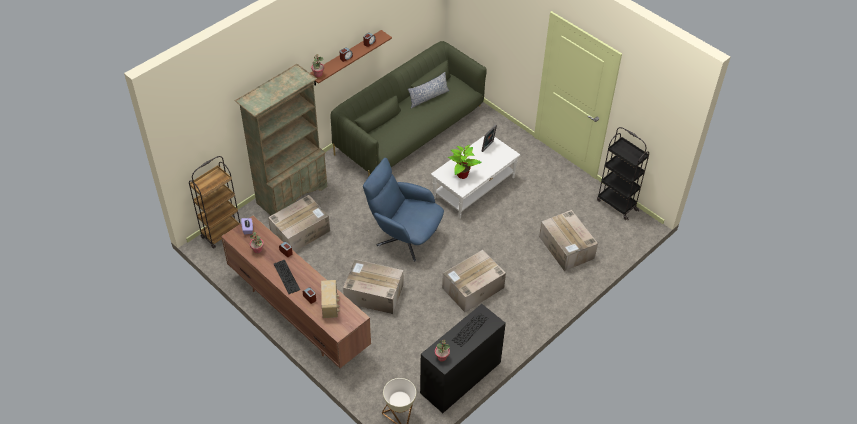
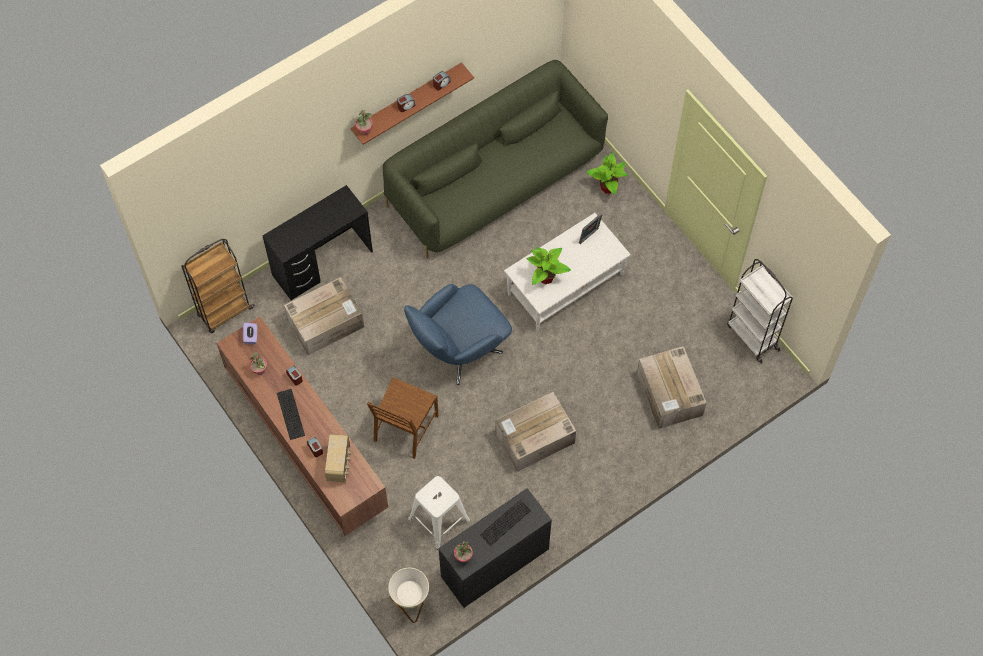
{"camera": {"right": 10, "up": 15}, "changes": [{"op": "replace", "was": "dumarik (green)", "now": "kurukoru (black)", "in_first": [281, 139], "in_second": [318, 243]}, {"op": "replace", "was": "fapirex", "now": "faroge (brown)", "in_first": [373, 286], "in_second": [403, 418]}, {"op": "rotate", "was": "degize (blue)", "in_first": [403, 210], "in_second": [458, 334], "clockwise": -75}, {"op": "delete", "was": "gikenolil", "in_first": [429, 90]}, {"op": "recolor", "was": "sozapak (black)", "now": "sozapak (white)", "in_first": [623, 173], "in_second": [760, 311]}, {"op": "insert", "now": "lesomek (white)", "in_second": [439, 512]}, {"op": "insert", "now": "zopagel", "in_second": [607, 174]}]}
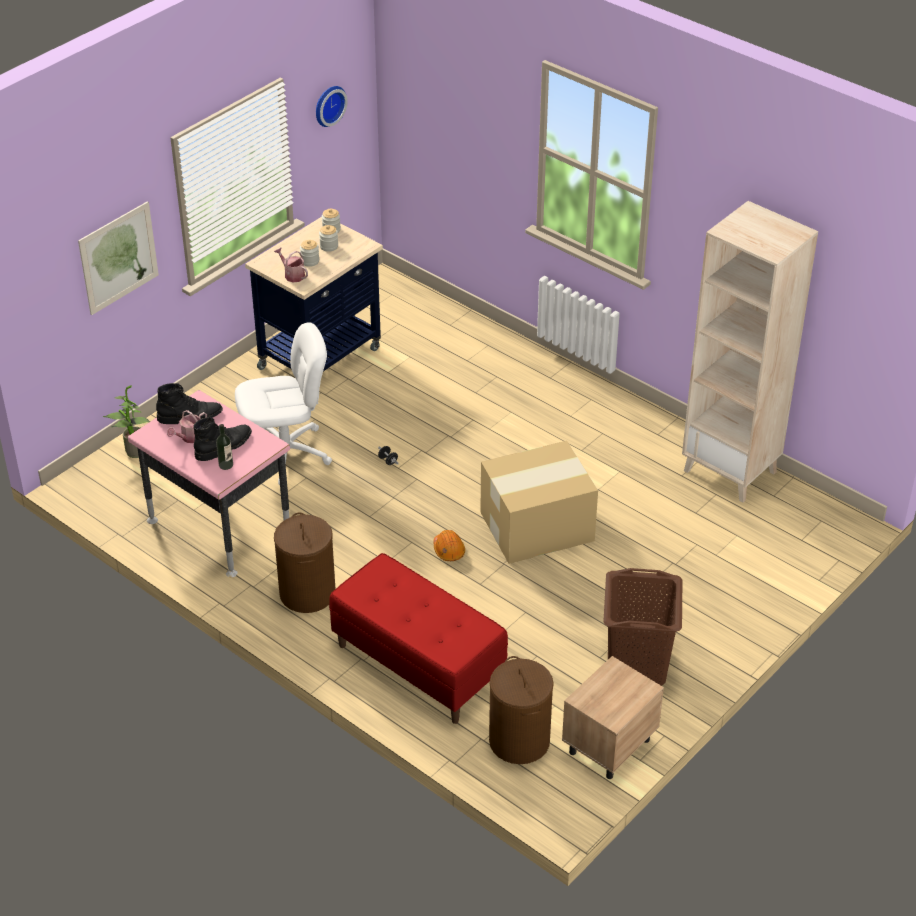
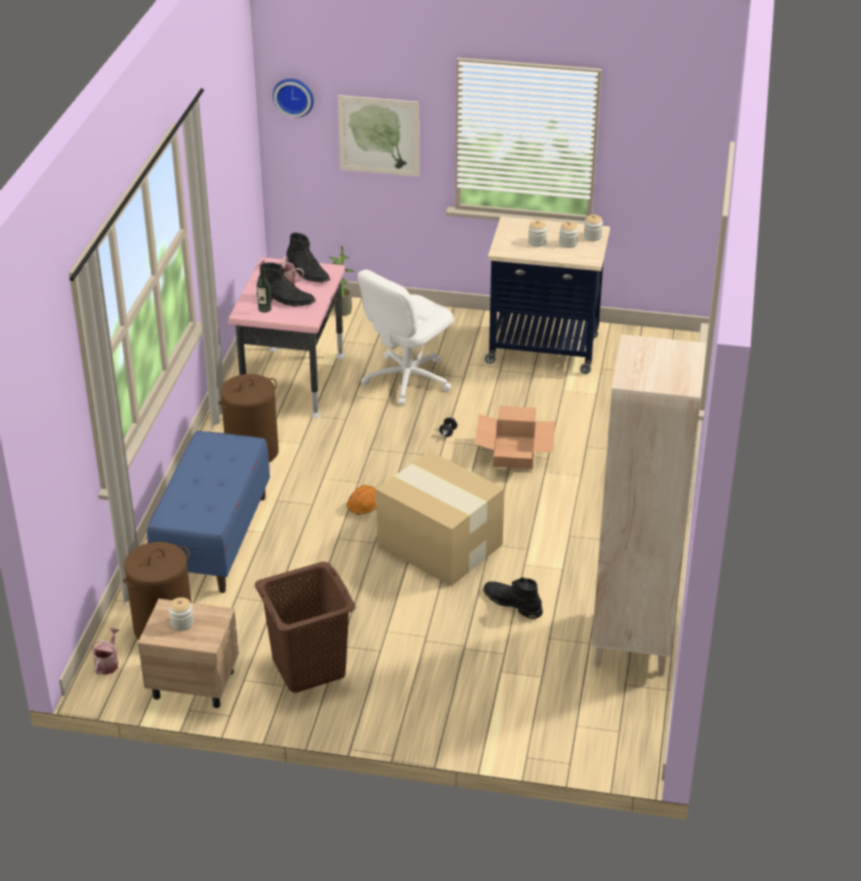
{"camera": {"right": 60, "up": -5}, "changes": [{"op": "rotate", "was": "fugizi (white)", "in_first": [283, 403], "in_second": [406, 337], "clockwise": 90}, {"op": "move", "was": "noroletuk", "in_first": [291, 264], "in_second": [105, 651]}, {"op": "move", "was": "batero", "in_first": [332, 106], "in_second": [293, 98]}, {"op": "recolor", "was": "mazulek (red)", "now": "mazulek (blue)", "in_first": [418, 638], "in_second": [208, 512]}, {"op": "insert", "now": "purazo", "in_second": [181, 614]}, {"op": "insert", "now": "fapirex", "in_second": [515, 437]}, {"op": "insert", "now": "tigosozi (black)", "in_second": [513, 598]}]}
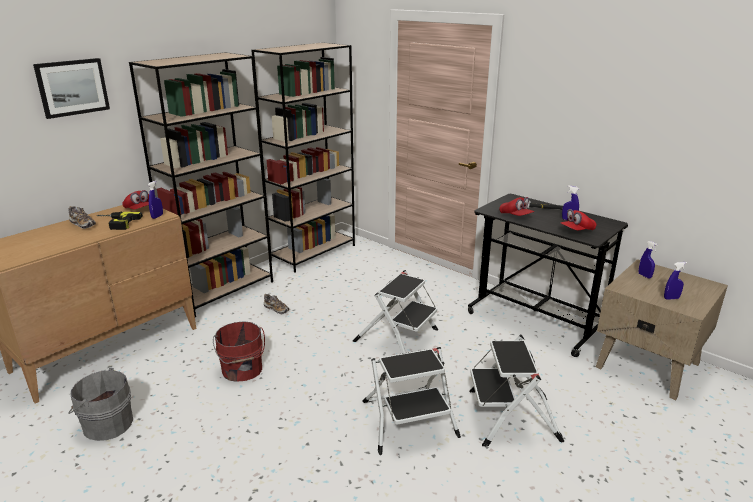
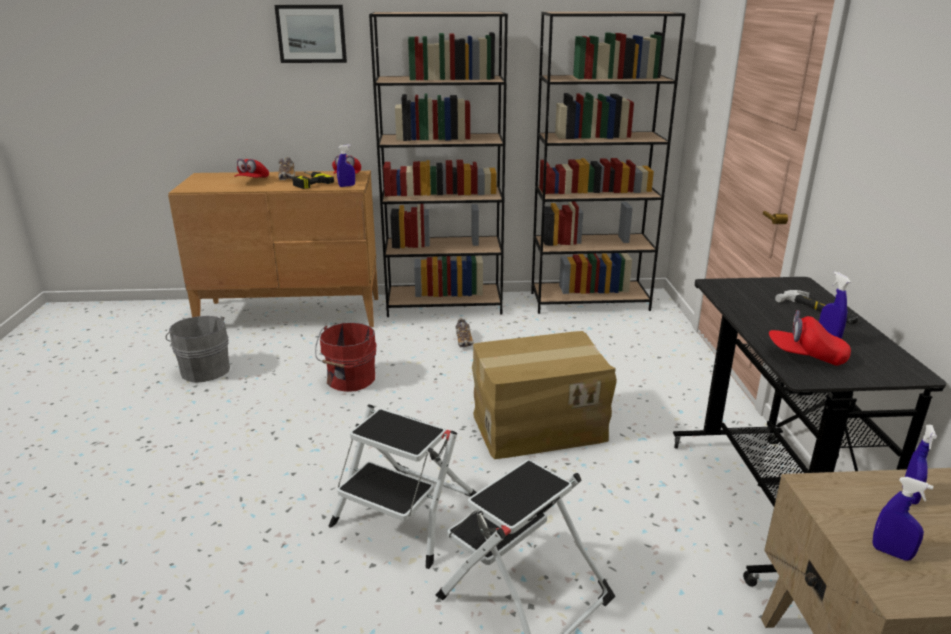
{"camera": {"right": 45, "up": 0}, "changes": [{"op": "replace", "was": "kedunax", "now": "fapirex", "in_first": [395, 312], "in_second": [544, 395]}, {"op": "move", "was": "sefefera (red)", "in_first": [516, 206], "in_second": [251, 168]}]}
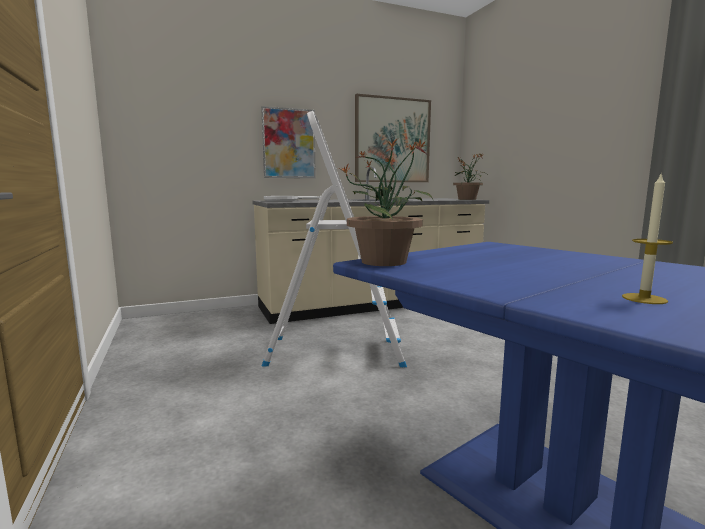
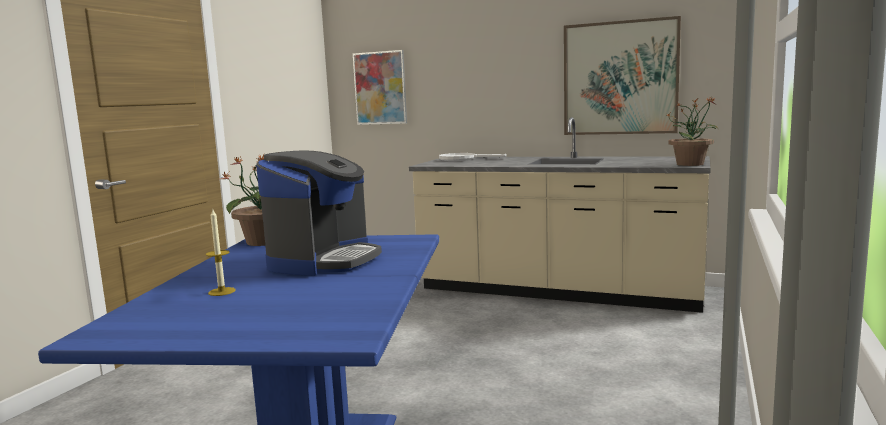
{"camera": {"right": 45, "up": 0}, "changes": [{"op": "move", "was": "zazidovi", "in_first": [288, 142], "in_second": [380, 87]}, {"op": "delete", "was": "kedunax (white)", "in_first": [334, 239]}, {"op": "insert", "now": "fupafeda", "in_second": [319, 213]}]}
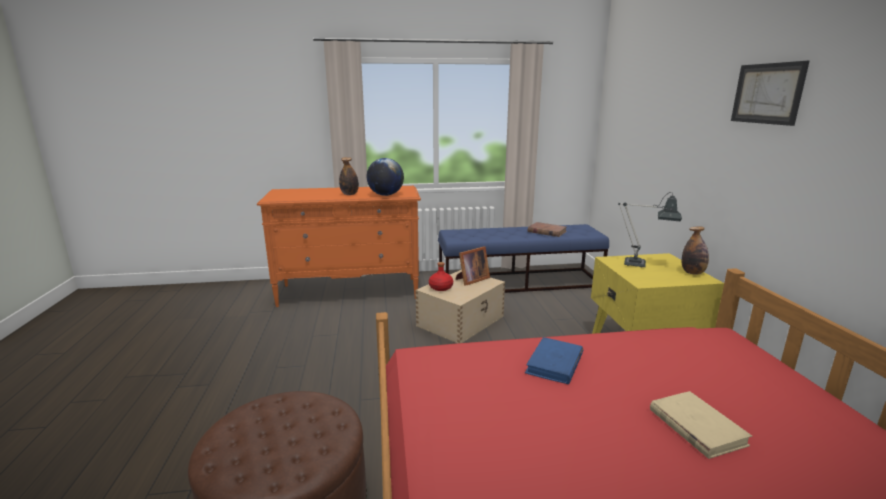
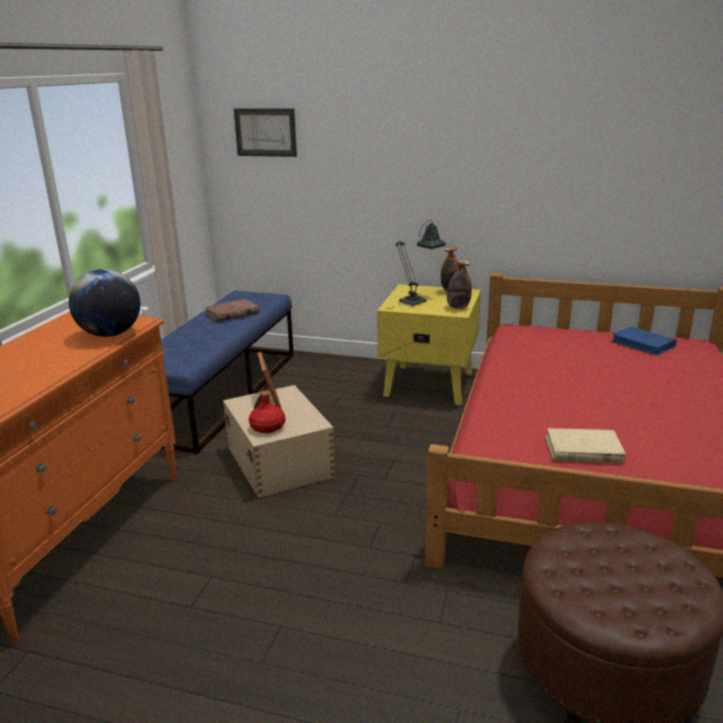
{"camera": {"right": -65, "up": 5}, "changes": [{"op": "move", "was": "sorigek", "in_first": [349, 176], "in_second": [459, 284]}, {"op": "move", "was": "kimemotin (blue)", "in_first": [554, 360], "in_second": [644, 341]}, {"op": "move", "was": "kimemotin (beige)", "in_first": [701, 425], "in_second": [585, 445]}, {"op": "move", "was": "zazidovi", "in_first": [770, 93], "in_second": [265, 132]}]}
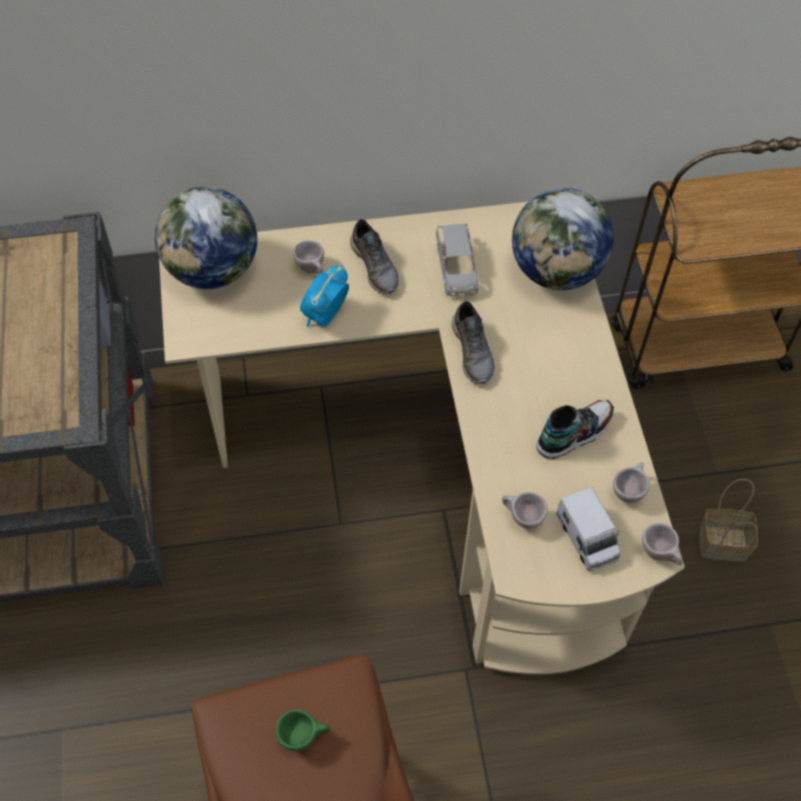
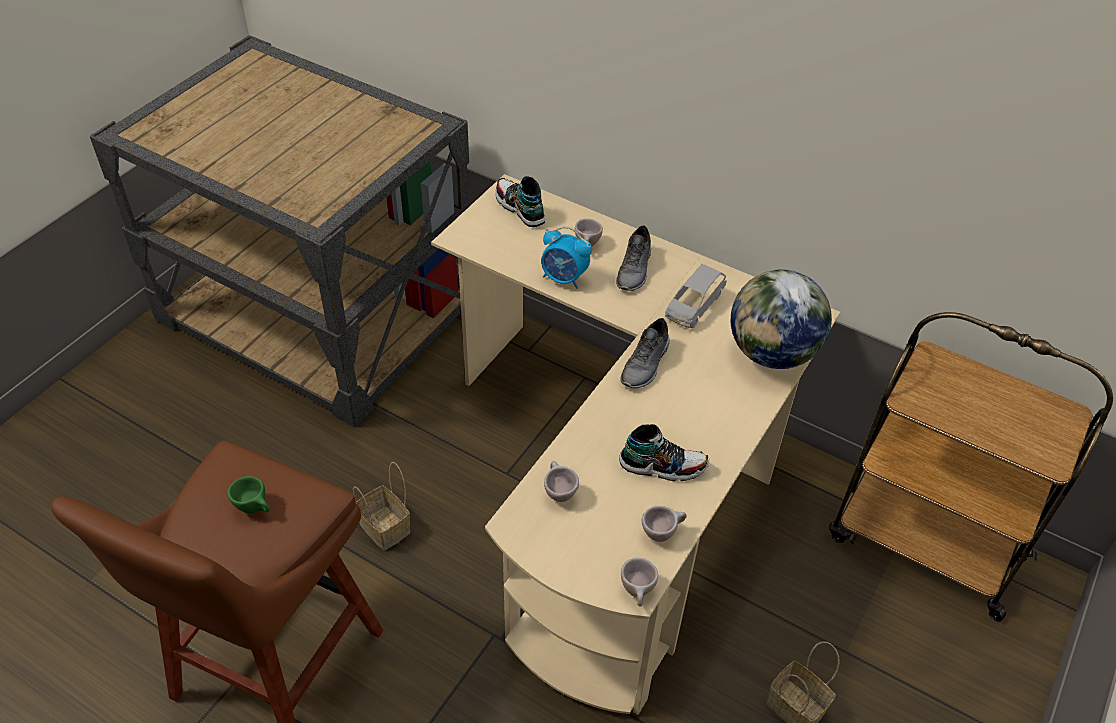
{"camera": {"right": 40, "up": -10}, "changes": [{"op": "replace", "was": "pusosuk", "now": "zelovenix", "in_first": [206, 237], "in_second": [520, 201]}, {"op": "rotate", "was": "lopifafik", "in_first": [324, 296], "in_second": [566, 257], "clockwise": -135}, {"op": "delete", "was": "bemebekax", "in_first": [588, 529]}, {"op": "insert", "now": "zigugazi", "in_second": [381, 506]}]}
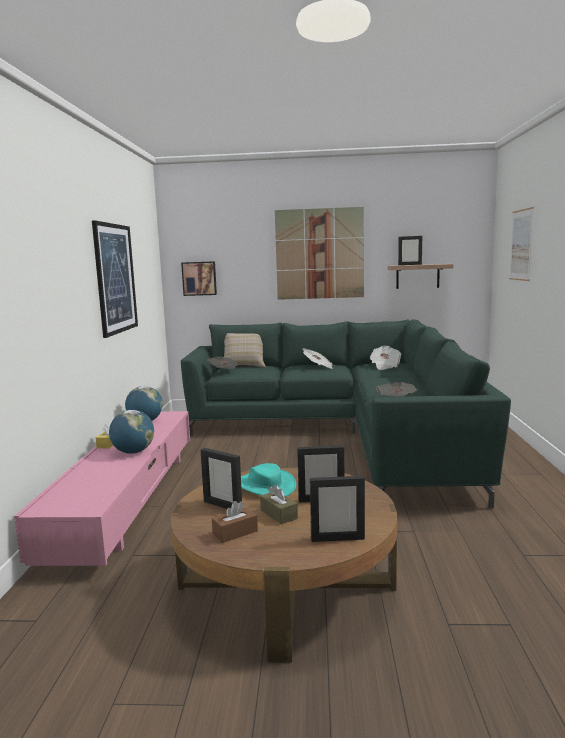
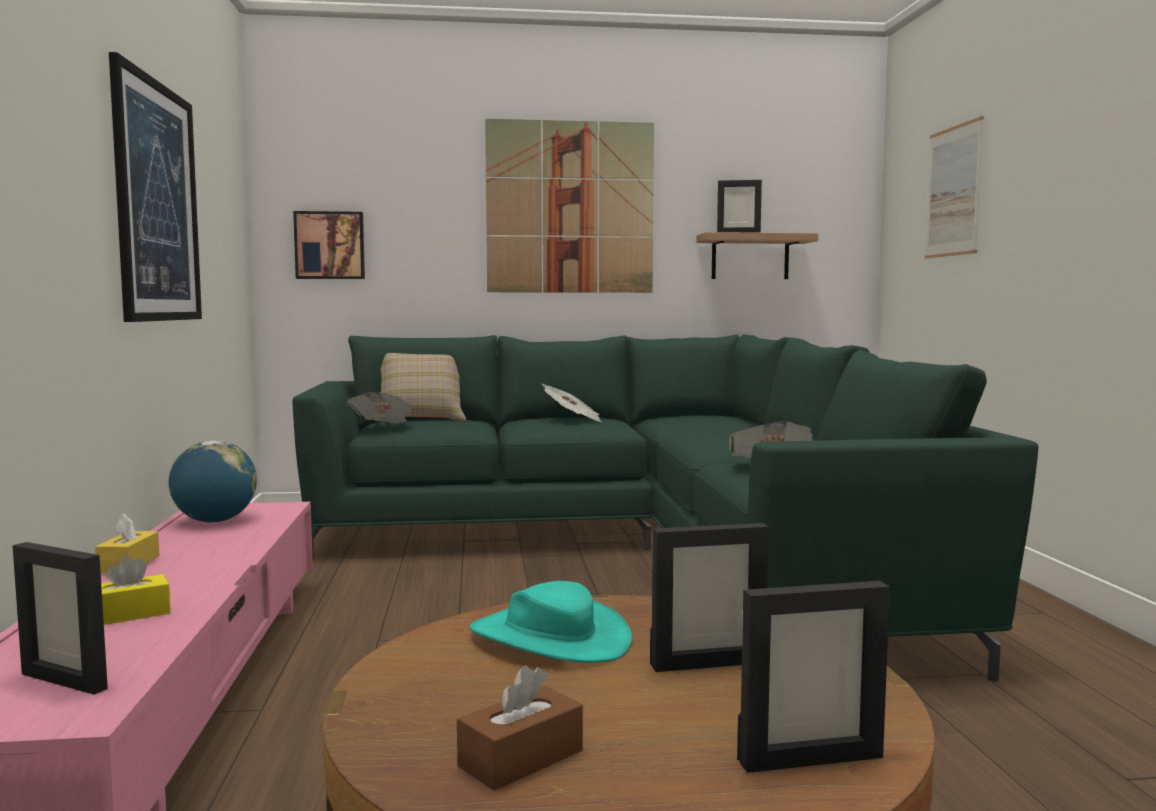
{"camera": {"right": -10, "up": -5}, "changes": [{"op": "delete", "was": "pusosuk", "in_first": [131, 432]}, {"op": "move", "was": "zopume", "in_first": [221, 478], "in_second": [60, 618]}, {"op": "delete", "was": "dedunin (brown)", "in_first": [279, 504]}, {"op": "delete", "was": "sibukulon", "in_first": [385, 358]}, {"op": "insert", "now": "dedunin (yellow)", "in_second": [136, 590]}]}
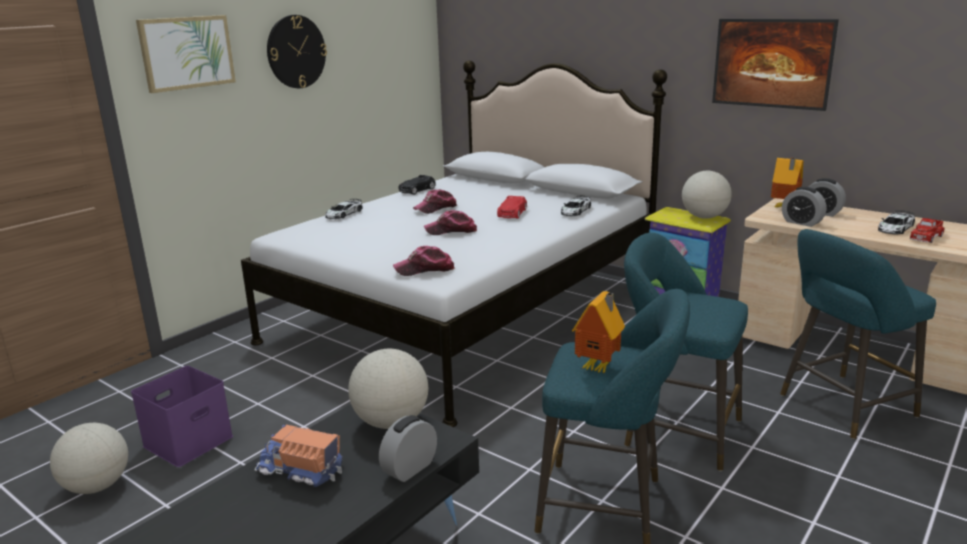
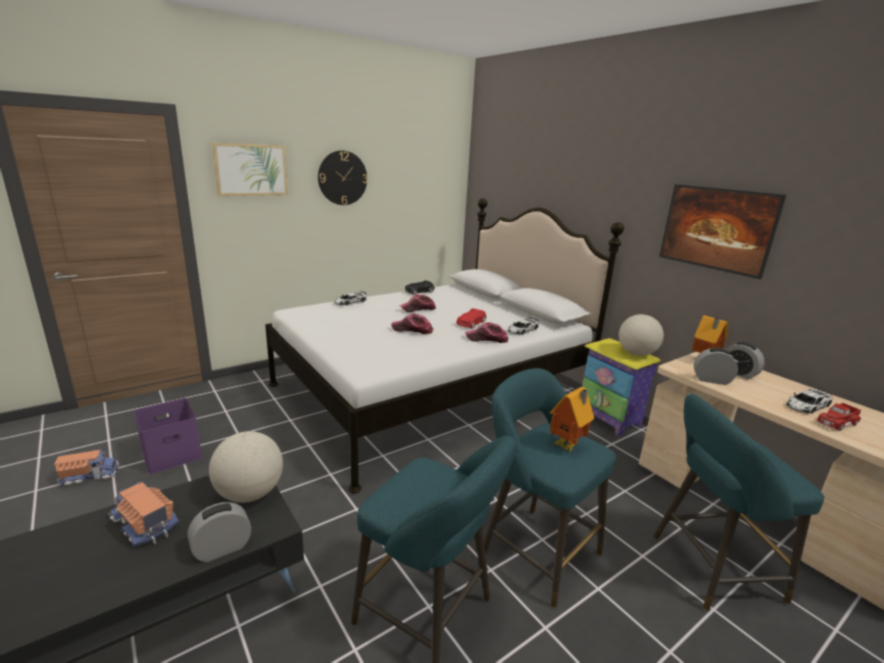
{"camera": {"right": 15, "up": 0}, "changes": [{"op": "replace", "was": "pusosuk", "now": "bemebekax", "in_first": [89, 458], "in_second": [87, 468]}, {"op": "move", "was": "sefefera", "in_first": [424, 261], "in_second": [486, 332]}, {"op": "move", "was": "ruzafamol", "in_first": [598, 332], "in_second": [572, 419]}, {"op": "rotate", "was": "lopifafik", "in_first": [804, 207], "in_second": [716, 366], "clockwise": 135}]}
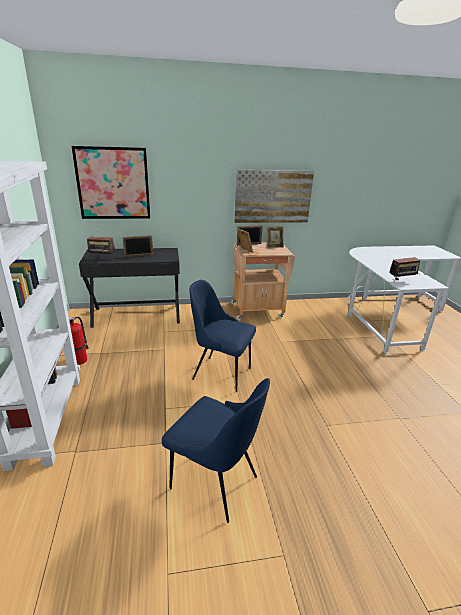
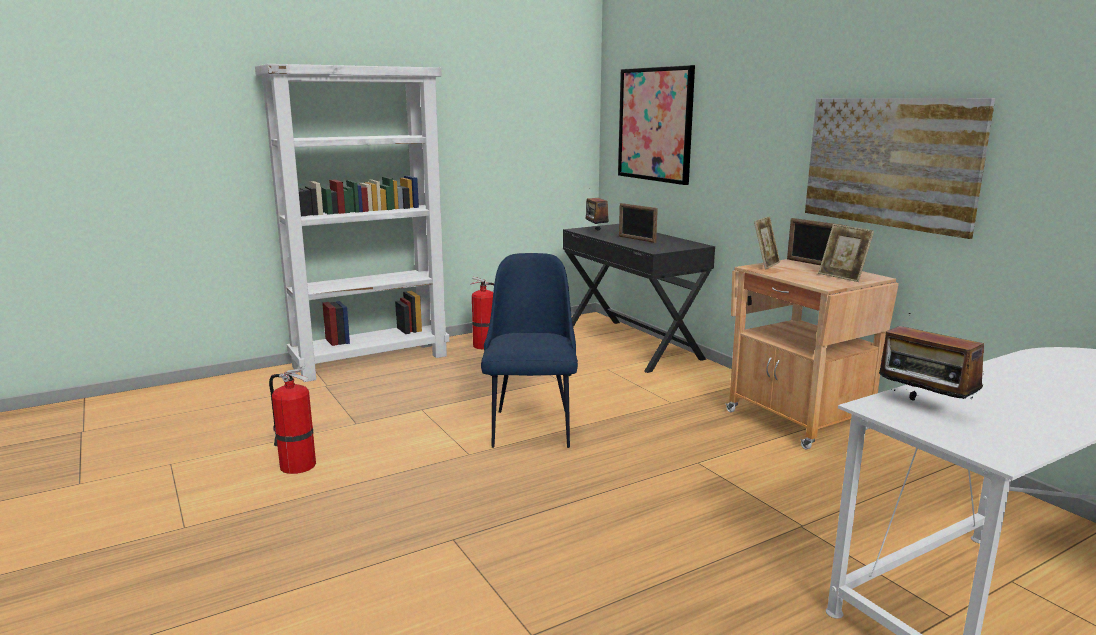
{"camera": {"right": 70, "up": -10}, "changes": [{"op": "replace", "was": "faroge (blue)", "now": "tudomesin", "in_first": [216, 450], "in_second": [292, 421]}]}
